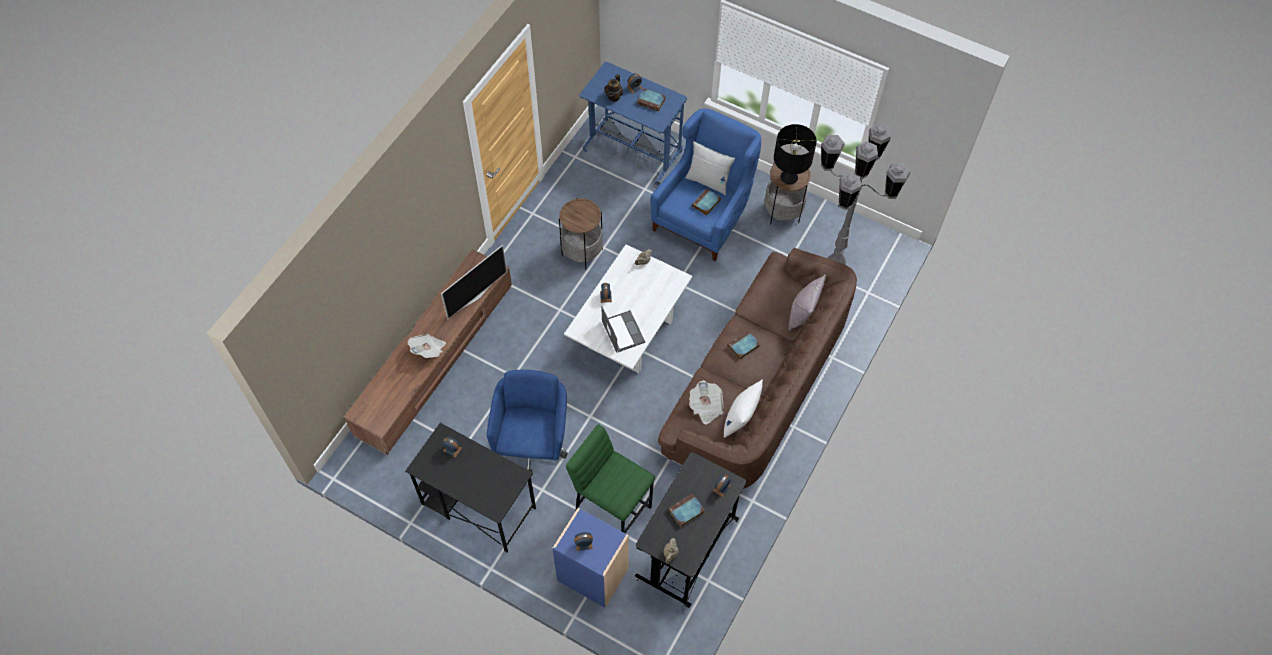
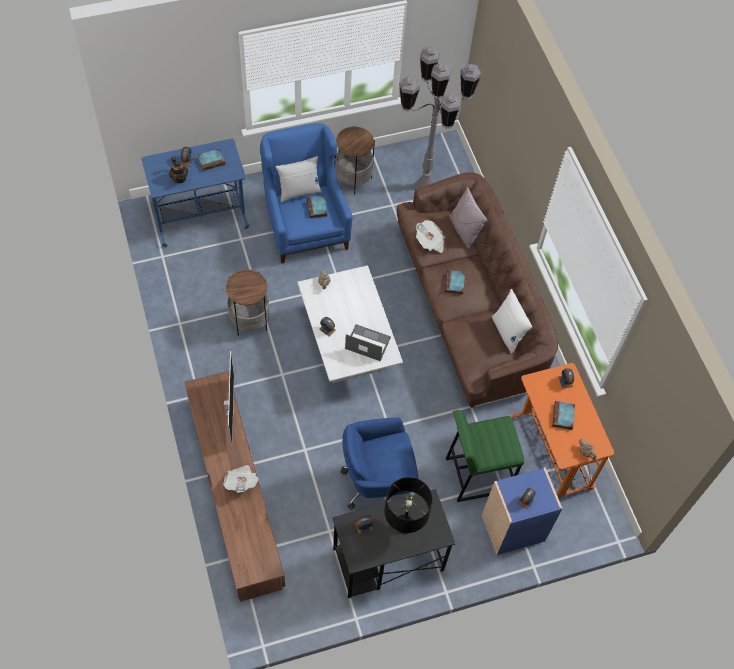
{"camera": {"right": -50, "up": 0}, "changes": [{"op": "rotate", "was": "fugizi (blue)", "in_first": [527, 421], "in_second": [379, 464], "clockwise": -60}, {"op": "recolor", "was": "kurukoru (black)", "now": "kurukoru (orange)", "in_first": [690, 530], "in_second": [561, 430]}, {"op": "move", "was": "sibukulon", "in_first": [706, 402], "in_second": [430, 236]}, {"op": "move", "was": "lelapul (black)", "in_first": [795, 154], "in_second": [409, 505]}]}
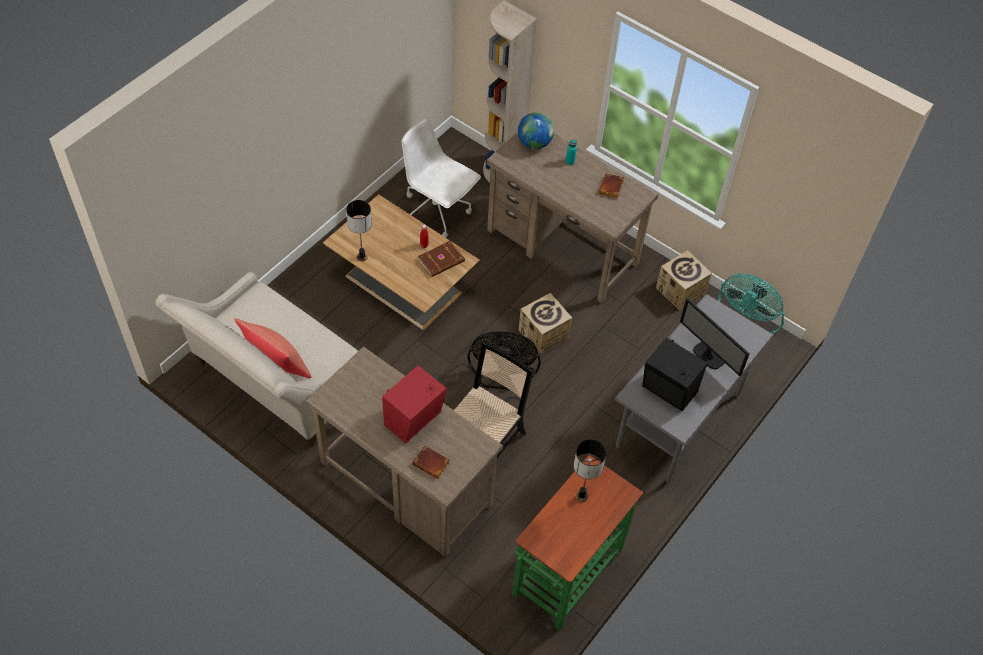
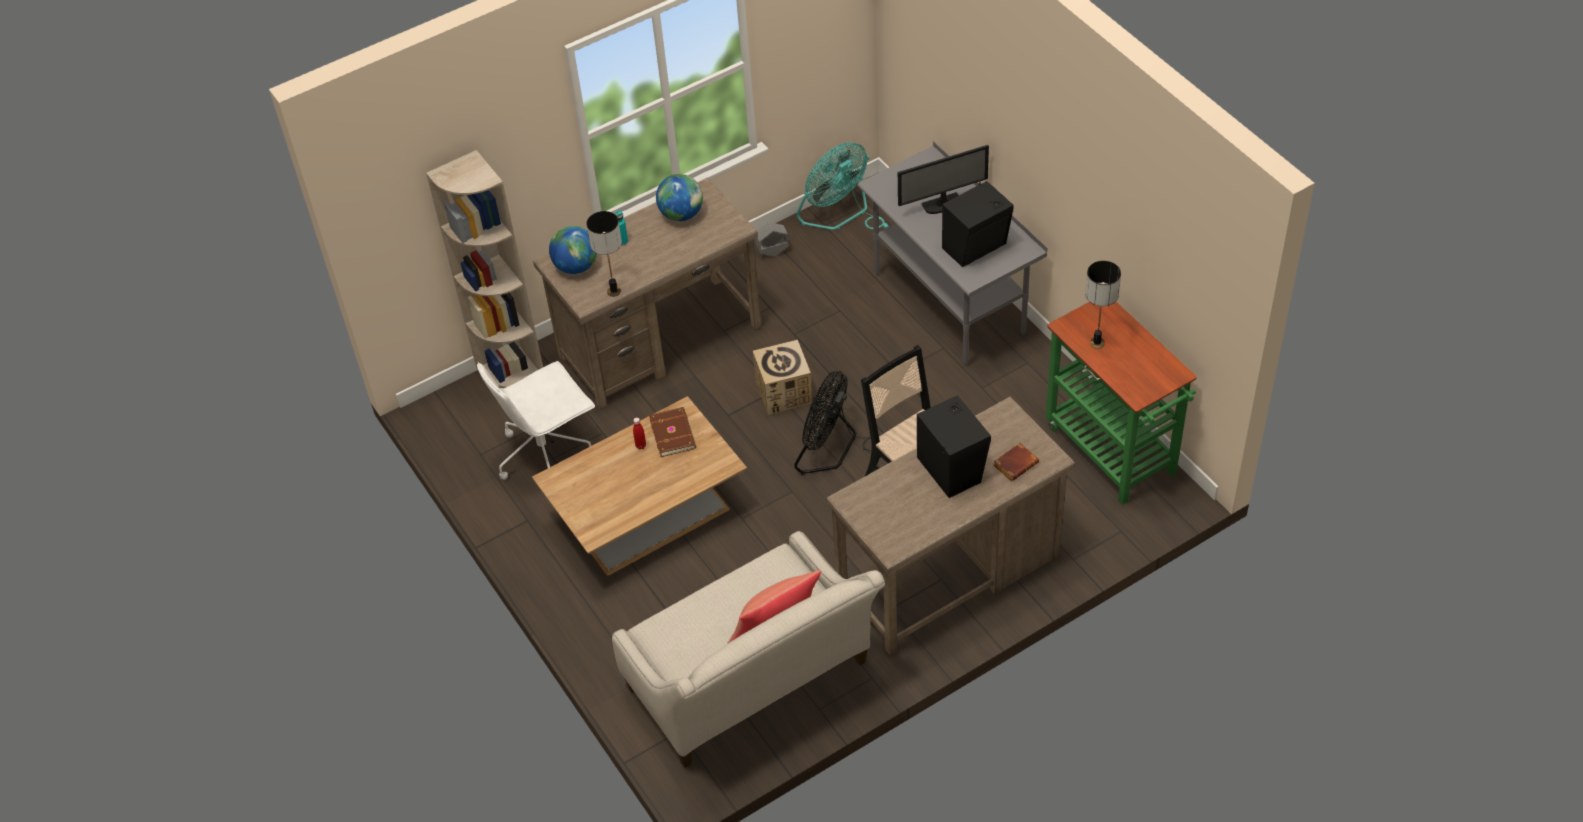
{"camera": {"right": -65, "up": -5}, "changes": [{"op": "move", "was": "lelapul", "in_first": [359, 230], "in_second": [604, 254]}, {"op": "recolor", "was": "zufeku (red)", "now": "zufeku (black)", "in_first": [414, 404], "in_second": [954, 446]}, {"op": "replace", "was": "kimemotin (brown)", "now": "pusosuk", "in_first": [611, 185], "in_second": [679, 197]}, {"op": "replace", "was": "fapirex", "now": "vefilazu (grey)", "in_first": [684, 280], "in_second": [772, 239]}]}
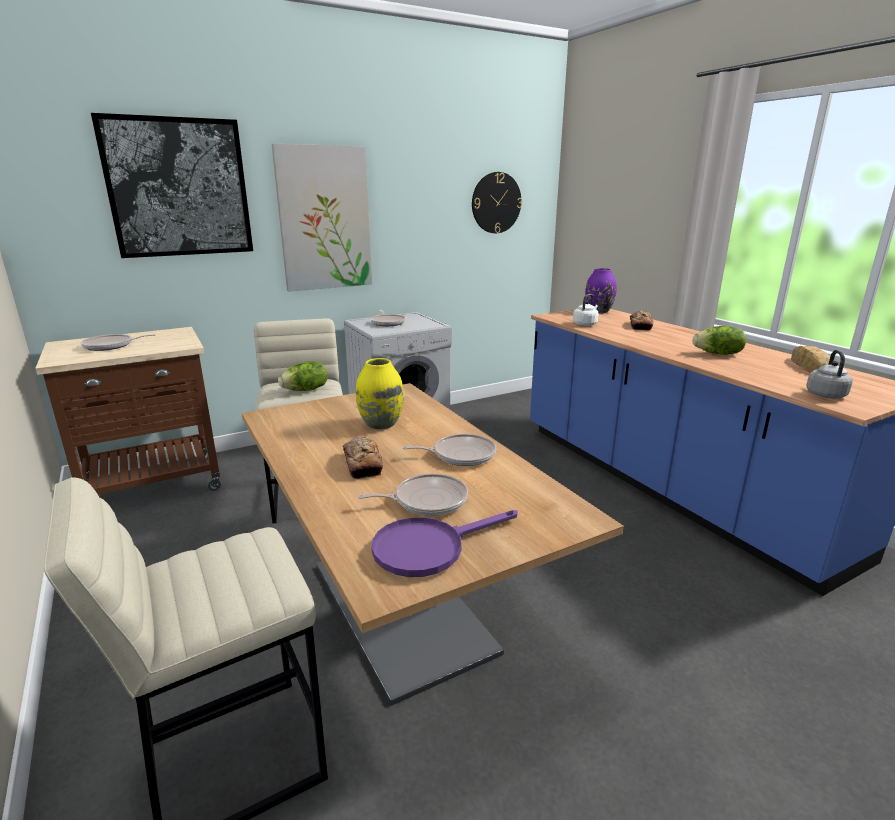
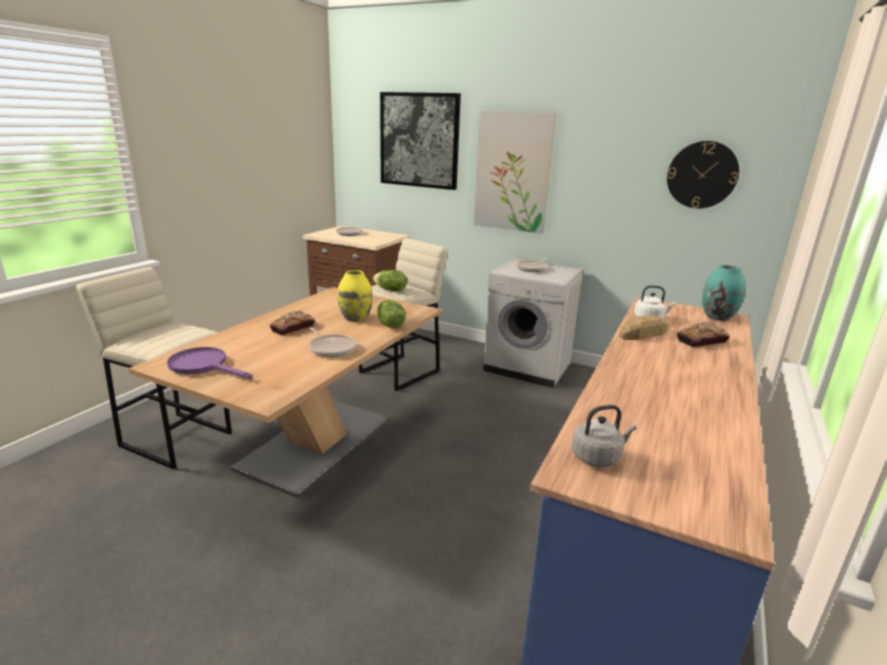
{"camera": {"right": 55, "up": 0}, "changes": [{"op": "delete", "was": "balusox", "in_first": [413, 495]}, {"op": "recolor", "was": "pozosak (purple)", "now": "pozosak (turquoise)", "in_first": [600, 291], "in_second": [724, 293]}, {"op": "move", "was": "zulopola", "in_first": [719, 340], "in_second": [391, 314]}, {"op": "move", "was": "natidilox", "in_first": [810, 359], "in_second": [644, 327]}]}
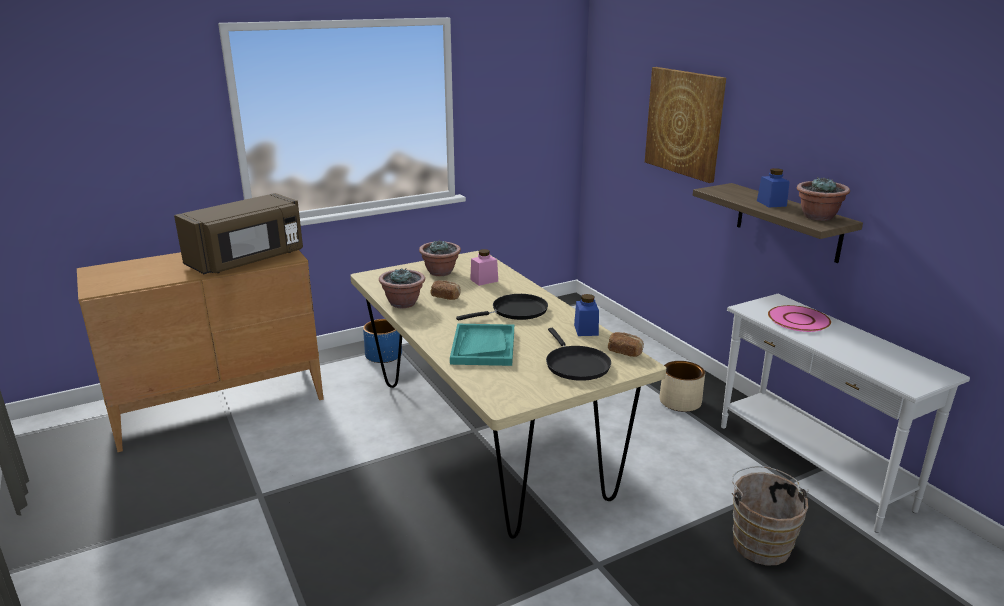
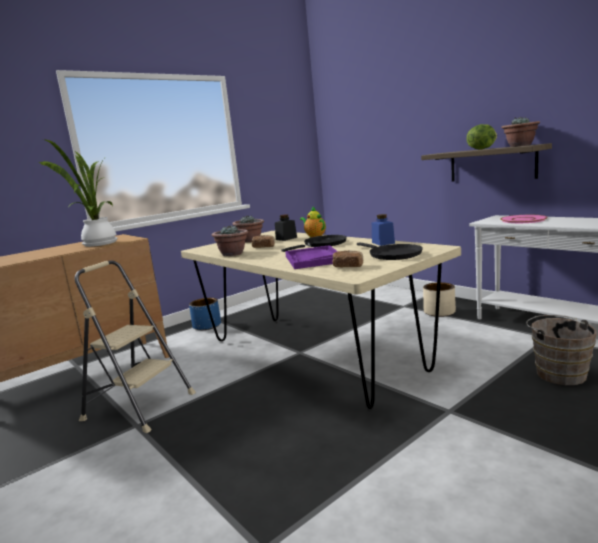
{"camera": {"right": -10, "up": -10}, "changes": [{"op": "replace", "was": "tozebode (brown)", "now": "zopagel", "in_first": [238, 233], "in_second": [78, 193]}, {"op": "recolor", "was": "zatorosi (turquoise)", "now": "zatorosi (purple)", "in_first": [482, 345], "in_second": [311, 257]}, {"op": "recolor", "was": "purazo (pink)", "now": "purazo (black)", "in_first": [484, 267], "in_second": [286, 227]}, {"op": "move", "was": "natidilox", "in_first": [626, 344], "in_second": [348, 258]}, {"op": "delete", "was": "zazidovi", "in_first": [685, 125]}, {"op": "replace", "was": "purazo (blue)", "now": "zulopola", "in_first": [773, 187], "in_second": [481, 137]}, {"op": "insert", "now": "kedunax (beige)", "in_second": [135, 346]}, {"op": "insert", "now": "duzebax", "in_second": [313, 222]}]}
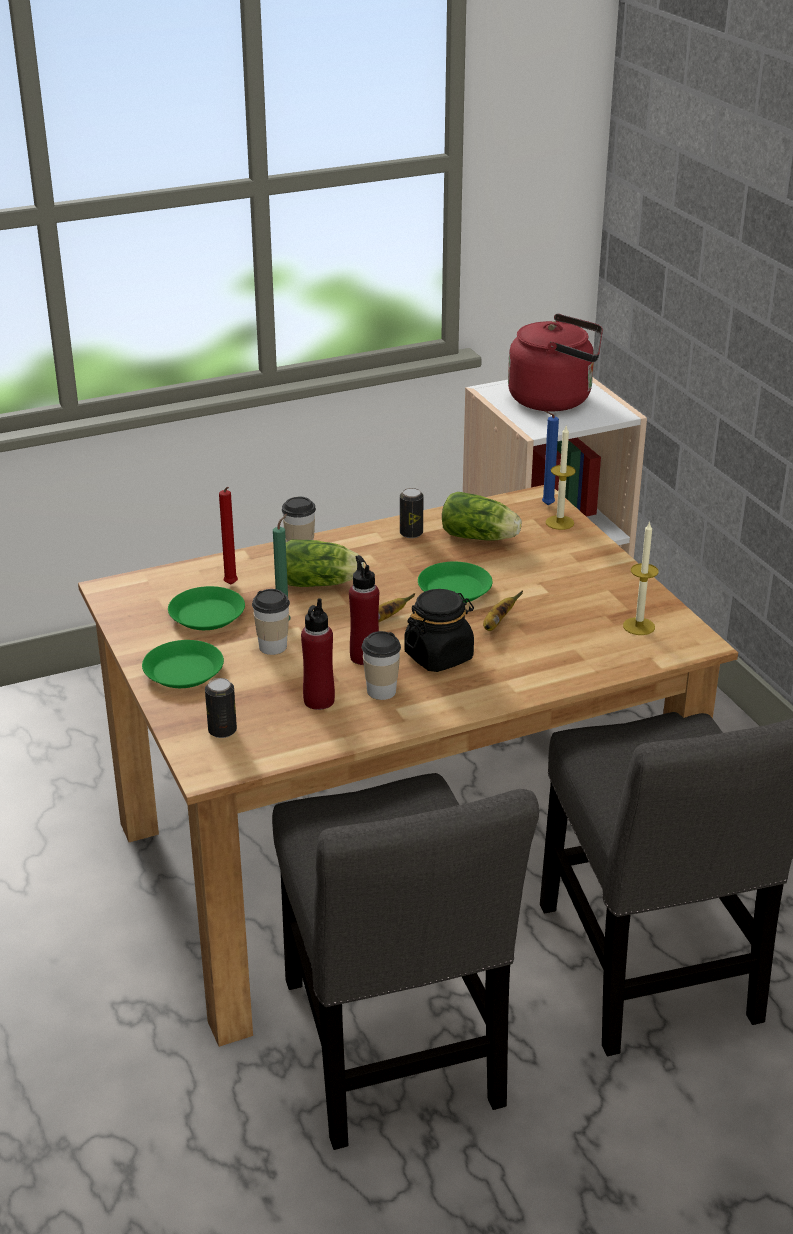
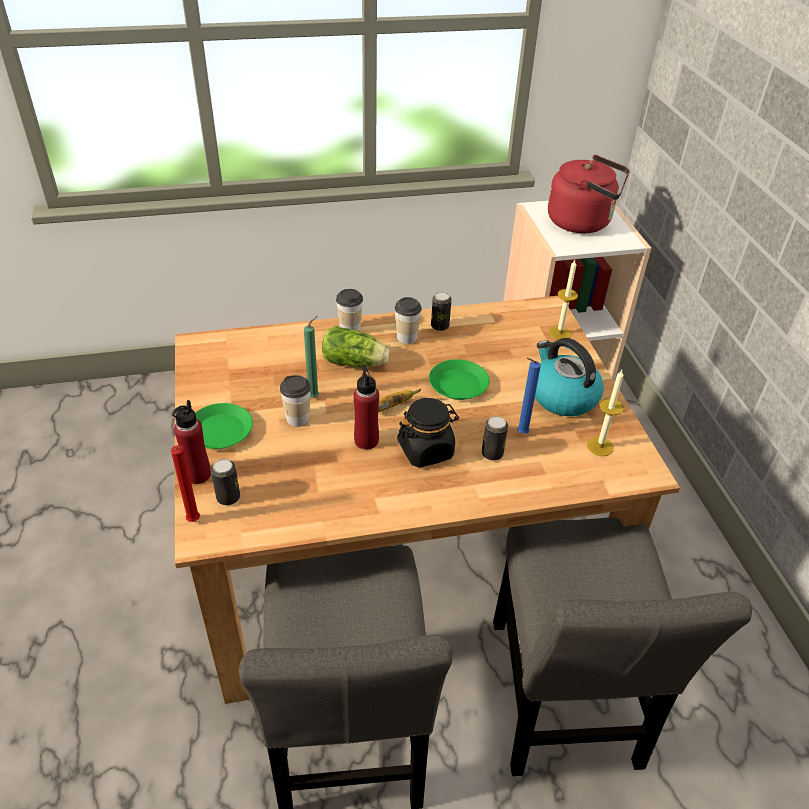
{"camera": {"right": 10, "up": 10}, "changes": [{"op": "delete", "was": "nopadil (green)", "in_first": [206, 608]}, {"op": "move", "was": "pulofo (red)", "in_first": [228, 535], "in_second": [185, 483]}, {"op": "move", "was": "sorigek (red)", "in_first": [318, 654], "in_second": [191, 442]}, {"op": "move", "was": "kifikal", "in_first": [381, 665], "in_second": [408, 320]}, {"op": "delete", "was": "zulopola", "in_first": [482, 516]}, {"op": "delete", "was": "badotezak", "in_first": [503, 610]}, {"op": "move", "was": "pulofo (blue)", "in_first": [550, 458], "in_second": [529, 396]}, {"op": "insert", "now": "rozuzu", "in_second": [495, 438]}, {"op": "insert", "now": "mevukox", "in_second": [569, 377]}]}
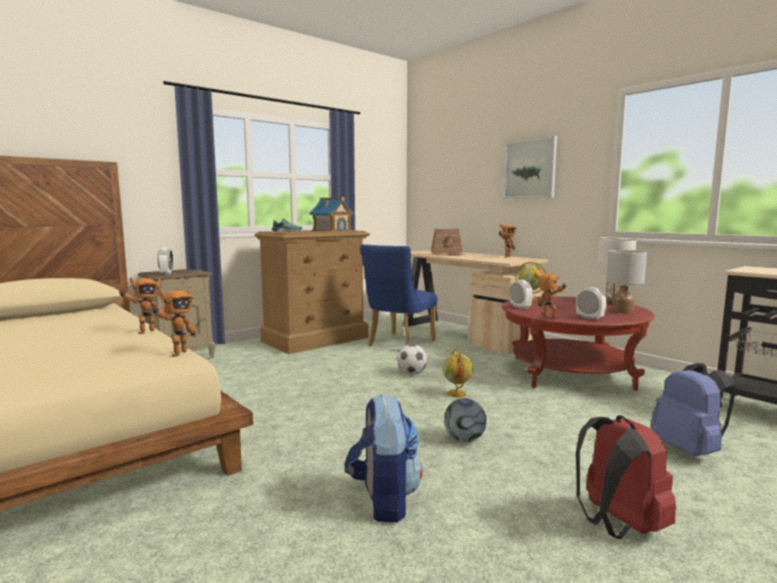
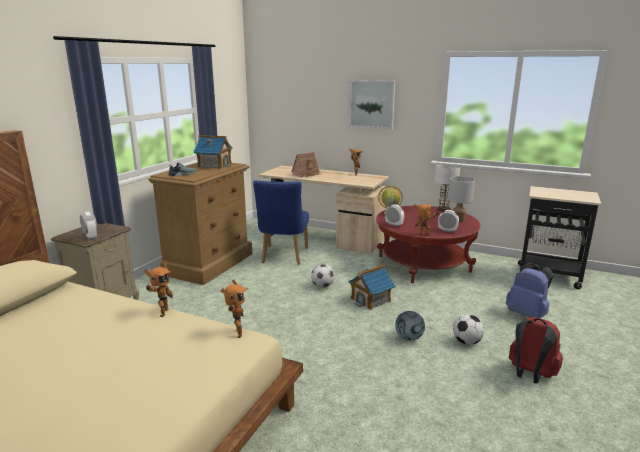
{"camera": {"right": -25, "up": 10}, "changes": [{"op": "delete", "was": "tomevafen", "in_first": [384, 458]}, {"op": "replace", "was": "pusosuk", "now": "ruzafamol", "in_first": [458, 373], "in_second": [371, 287]}, {"op": "insert", "now": "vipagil", "in_second": [468, 329]}]}
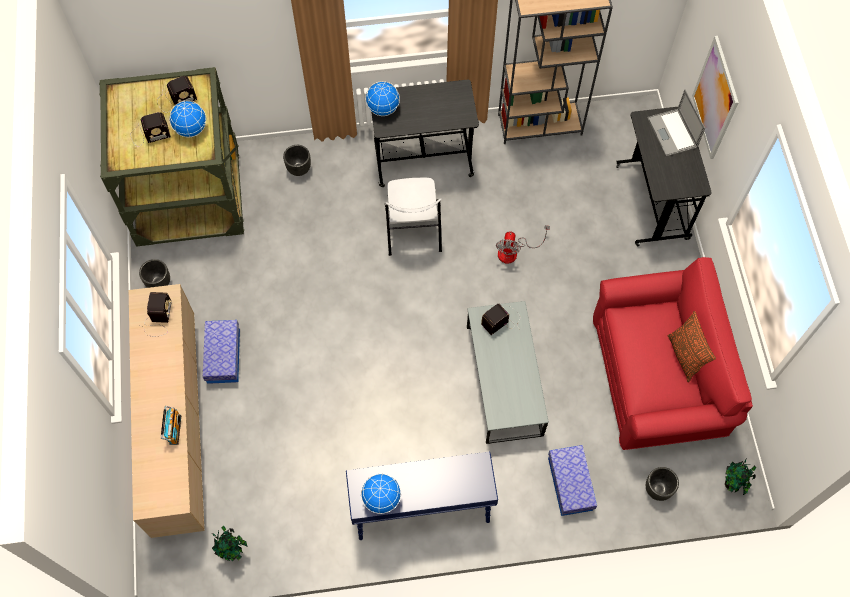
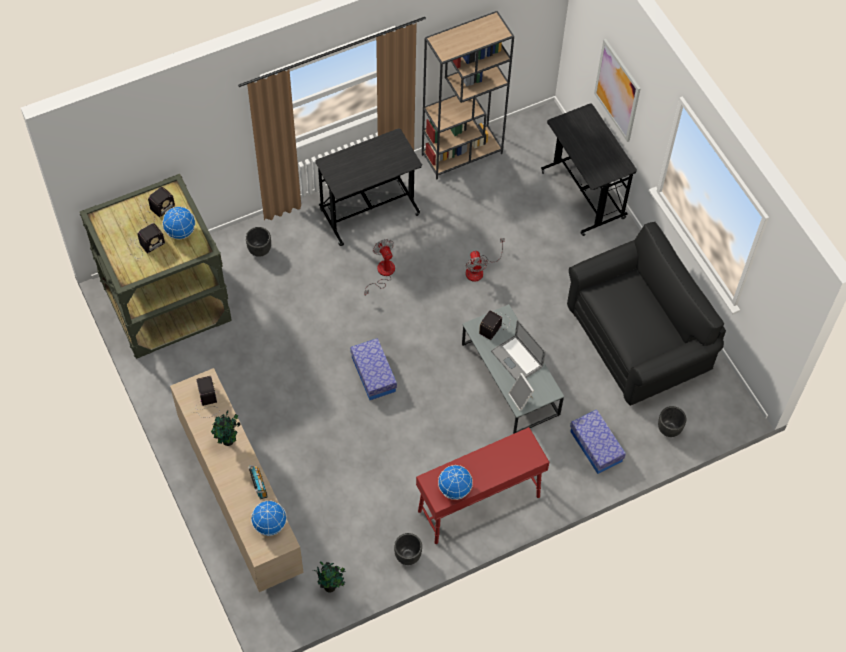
{"camera": {"right": -20, "up": -5}, "changes": [{"op": "move", "was": "vefilazu (black)", "in_first": [154, 273], "in_second": [408, 549]}, {"op": "move", "was": "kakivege", "in_first": [221, 352], "in_second": [373, 369]}, {"op": "recolor", "was": "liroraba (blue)", "now": "liroraba (red)", "in_first": [422, 496], "in_second": [483, 485]}, {"op": "move", "was": "pusosuk", "in_first": [382, 98], "in_second": [269, 518]}, {"op": "replace", "was": "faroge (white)", "now": "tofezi", "in_first": [413, 217], "in_second": [379, 267]}, {"op": "recolor", "was": "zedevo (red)", "now": "zedevo (black)", "in_first": [673, 353], "in_second": [646, 314]}, {"op": "move", "was": "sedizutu", "in_first": [676, 123], "in_second": [518, 350]}, {"op": "delete", "was": "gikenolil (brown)", "in_first": [691, 346]}, {"op": "move", "was": "zopagel", "in_first": [741, 477], "in_second": [225, 428]}, {"op": "insert", "now": "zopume", "in_second": [521, 392]}]}
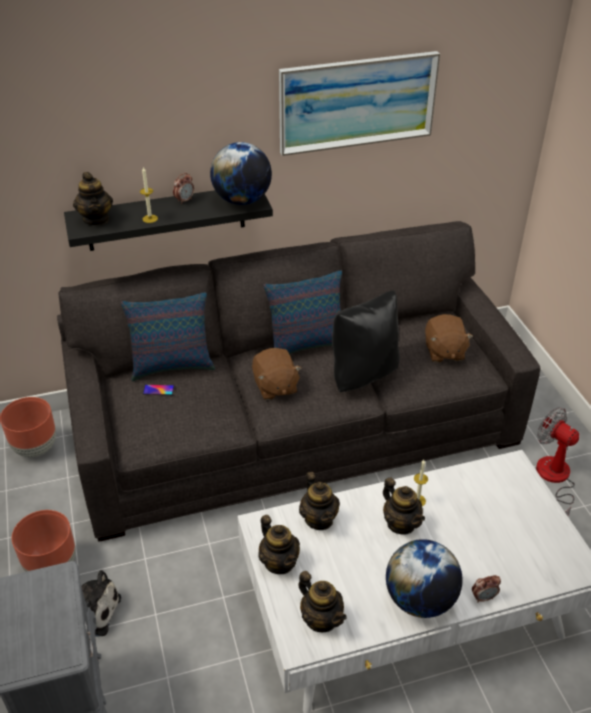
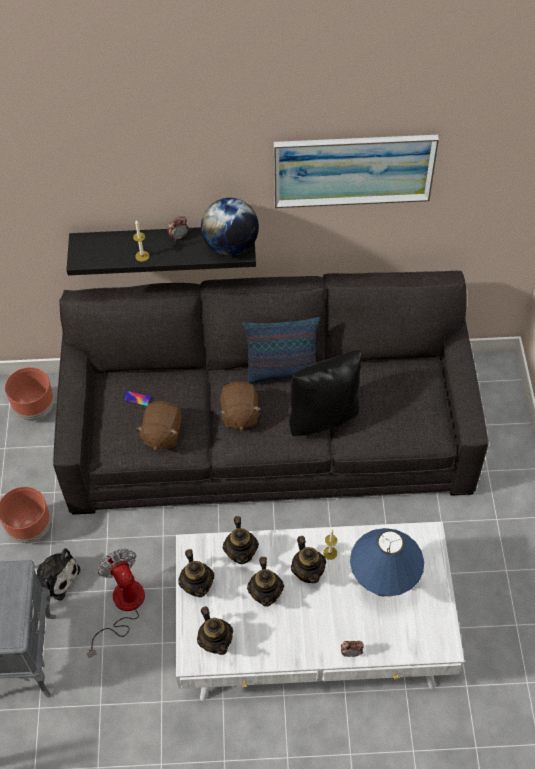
{"camera": {"right": 15, "up": 15}, "changes": [{"op": "move", "was": "duzebax", "in_first": [93, 199], "in_second": [265, 582]}, {"op": "delete", "was": "gikenolil (blue)", "in_first": [168, 337]}, {"op": "delete", "was": "pusosuk", "in_first": [424, 578]}, {"op": "move", "was": "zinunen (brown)", "in_first": [449, 338], "in_second": [159, 426]}, {"op": "move", "was": "tofezi", "in_first": [557, 462], "in_second": [115, 603]}, {"op": "insert", "now": "lelapul (blue)", "in_second": [387, 562]}]}
